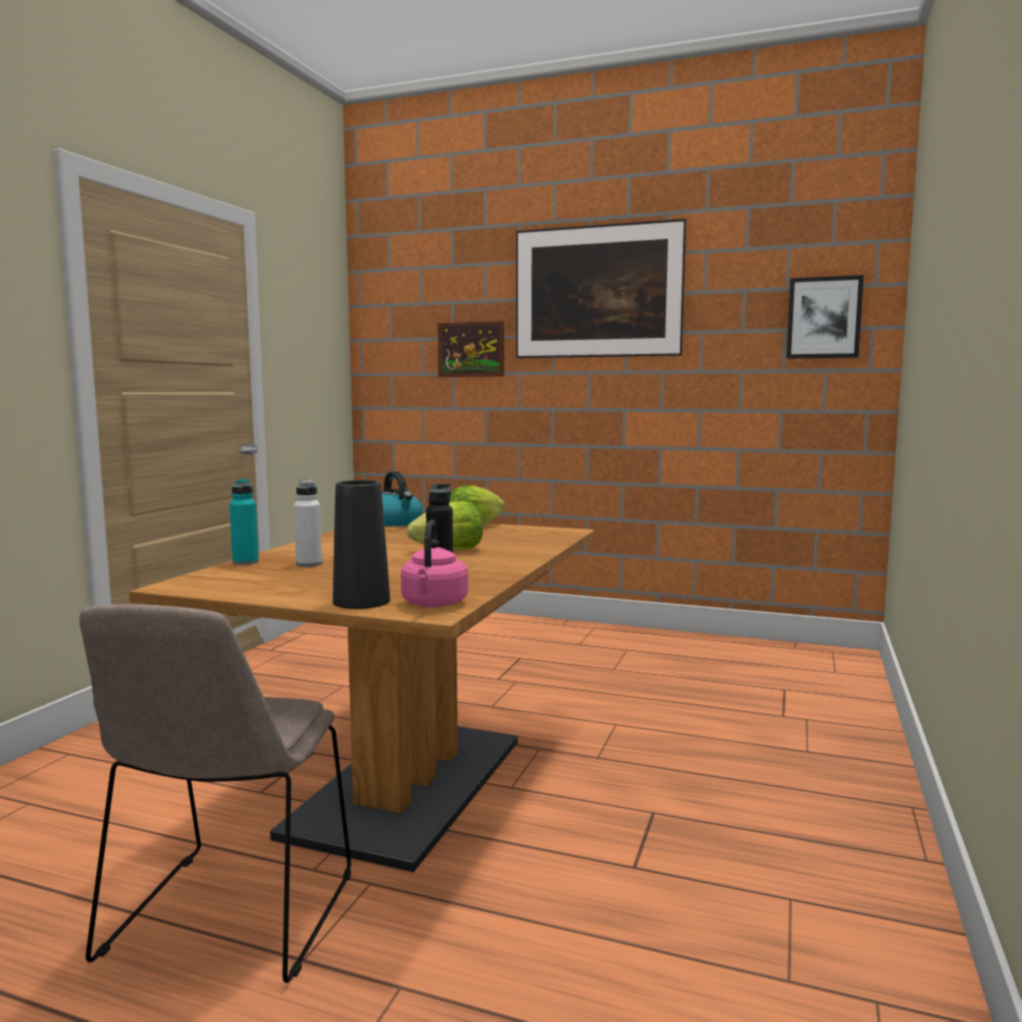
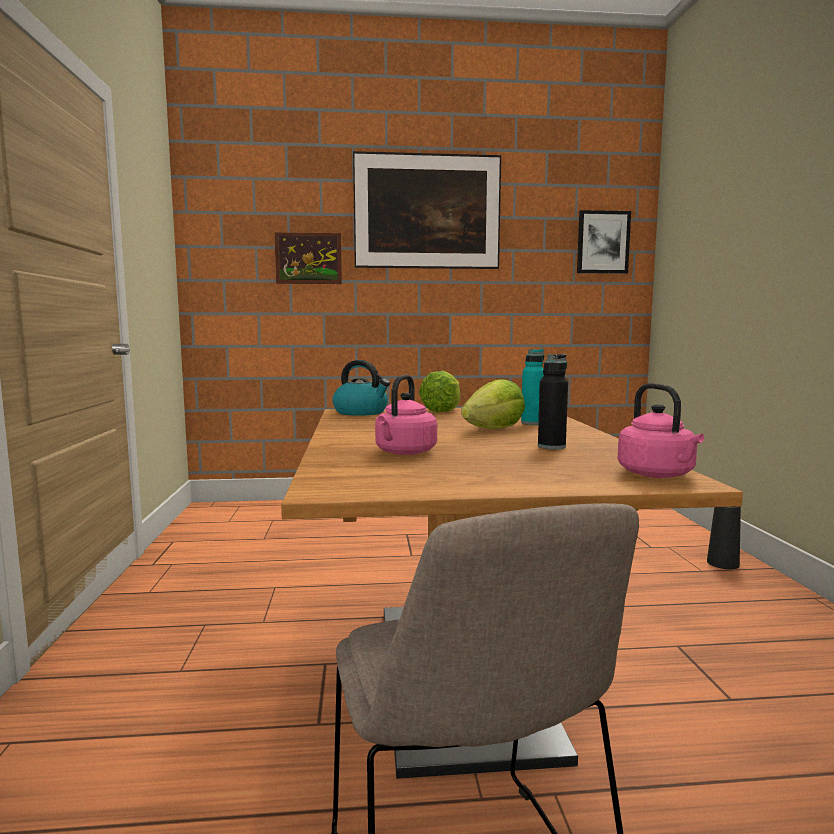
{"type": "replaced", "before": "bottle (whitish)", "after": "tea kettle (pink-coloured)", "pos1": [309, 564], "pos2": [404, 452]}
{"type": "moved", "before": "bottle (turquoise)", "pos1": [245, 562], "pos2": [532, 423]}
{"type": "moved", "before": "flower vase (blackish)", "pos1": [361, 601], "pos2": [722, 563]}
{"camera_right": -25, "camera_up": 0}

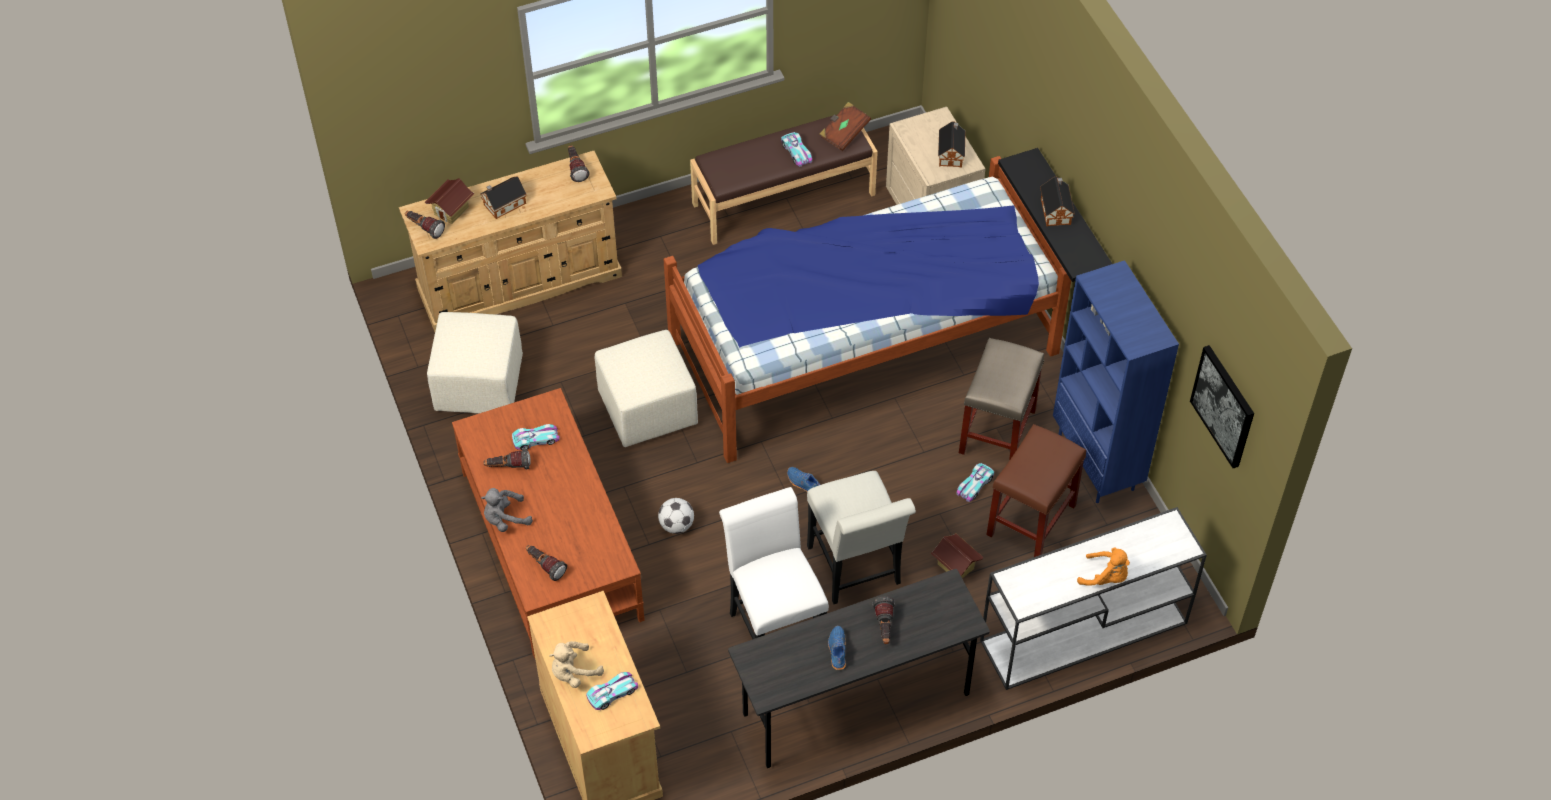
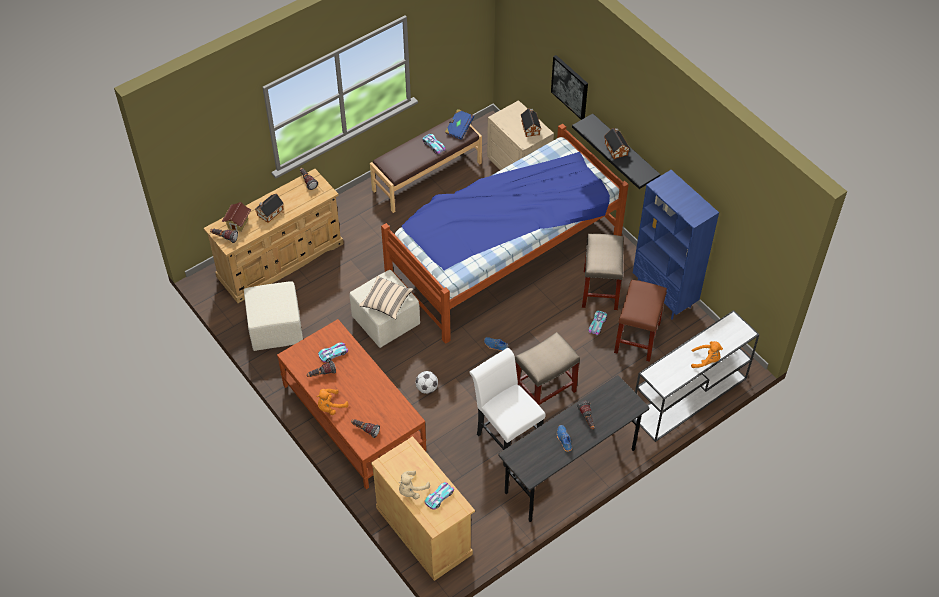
{"type": "recoloured", "before": "plush toy (greyish)", "after": "plush toy (orangey)", "pos1": [505, 519], "pos2": [330, 407]}
{"type": "added", "after": "throw pillow (sand-coloured)", "pos2": [386, 302]}
{"type": "recoloured", "before": "bound book (brown-coloured)", "after": "bound book (blue-coloured)", "pos1": [844, 133], "pos2": [459, 128]}
{"type": "replaced", "before": "upright chair (whitish)", "after": "stool (sand-coloured)", "pos1": [856, 571], "pos2": [544, 391]}
{"type": "moved", "before": "wall art", "pos1": [1224, 406], "pos2": [570, 87]}
{"type": "removed", "before": "miniature house", "pos1": [955, 566]}
{"camera_right": -15, "camera_up": 0}

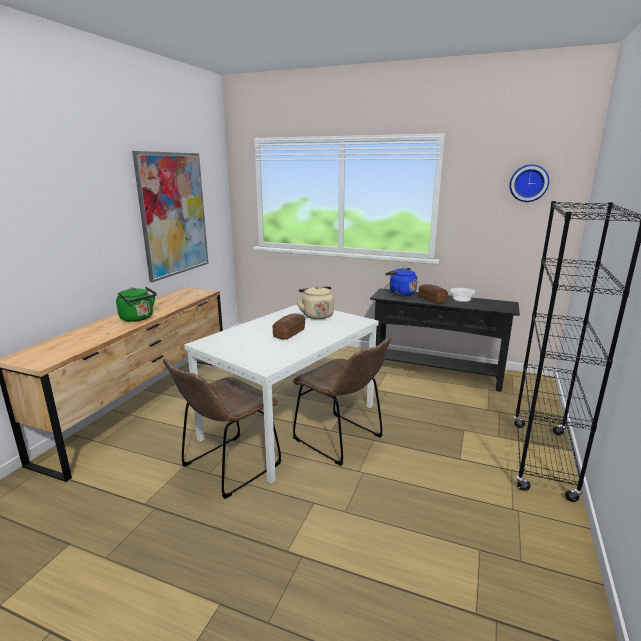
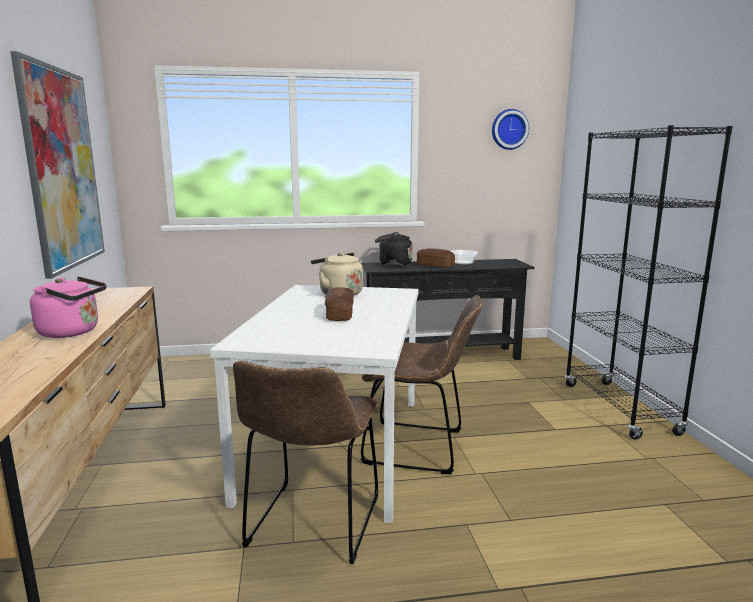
{"type": "recoloured", "before": "tea kettle (greenish)", "after": "tea kettle (pink-coloured)", "pos1": [138, 318], "pos2": [73, 332]}
{"type": "recoloured", "before": "tea kettle (blue-coloured)", "after": "tea kettle (blackish)", "pos1": [400, 293], "pos2": [392, 264]}
{"camera_right": -30, "camera_up": -5}

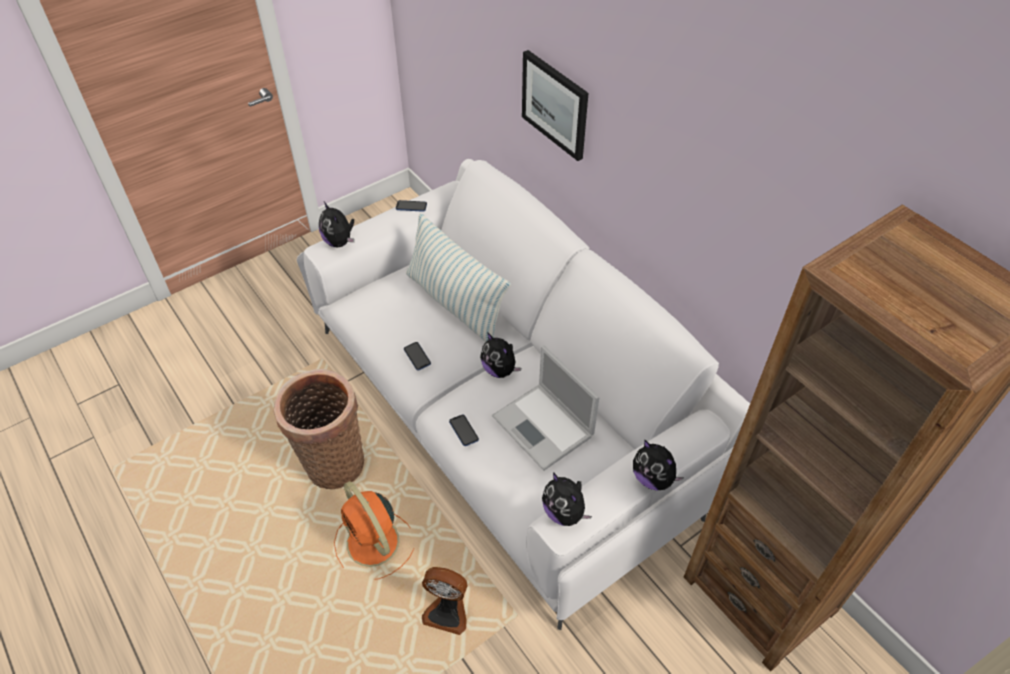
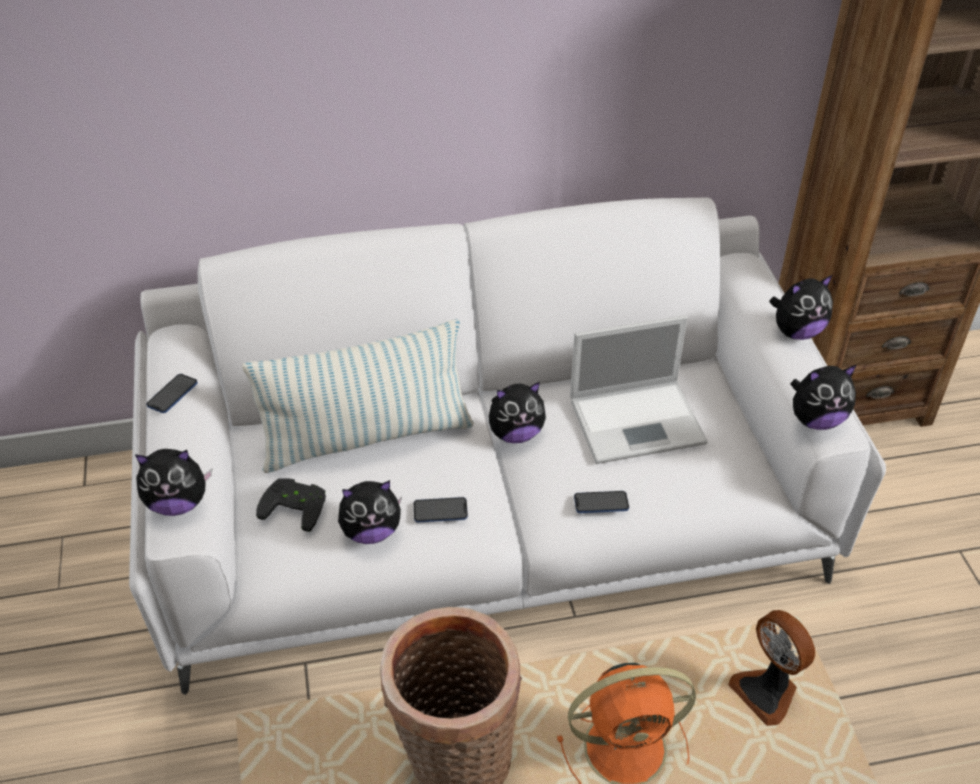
{"type": "added", "after": "gamepad (blackish)", "pos2": [296, 504]}
{"type": "added", "after": "plush toy", "pos2": [371, 531]}
{"type": "turned", "before": "fan", "pos1": [447, 611], "pos2": [767, 691], "turn": 105}
{"type": "removed", "before": "wall art", "pos1": [555, 104]}
{"camera_right": -65, "camera_up": -5}

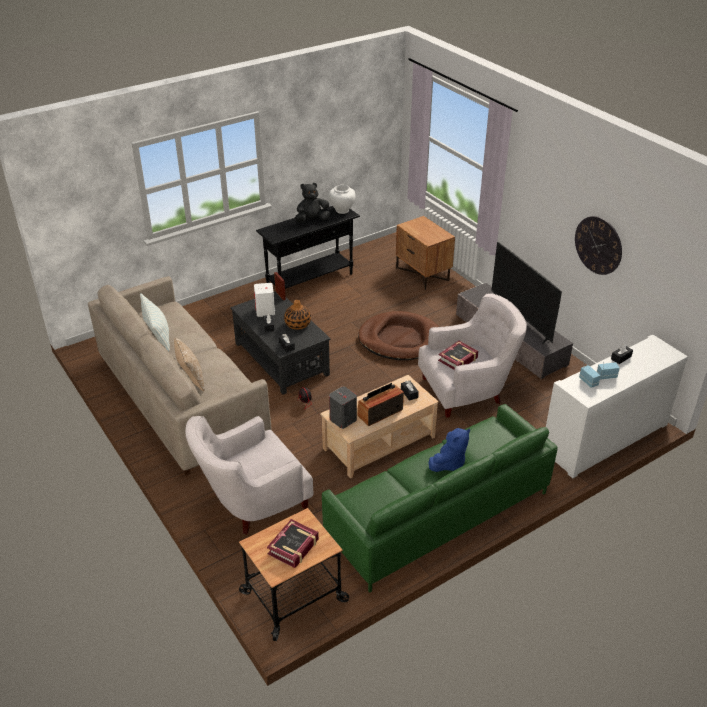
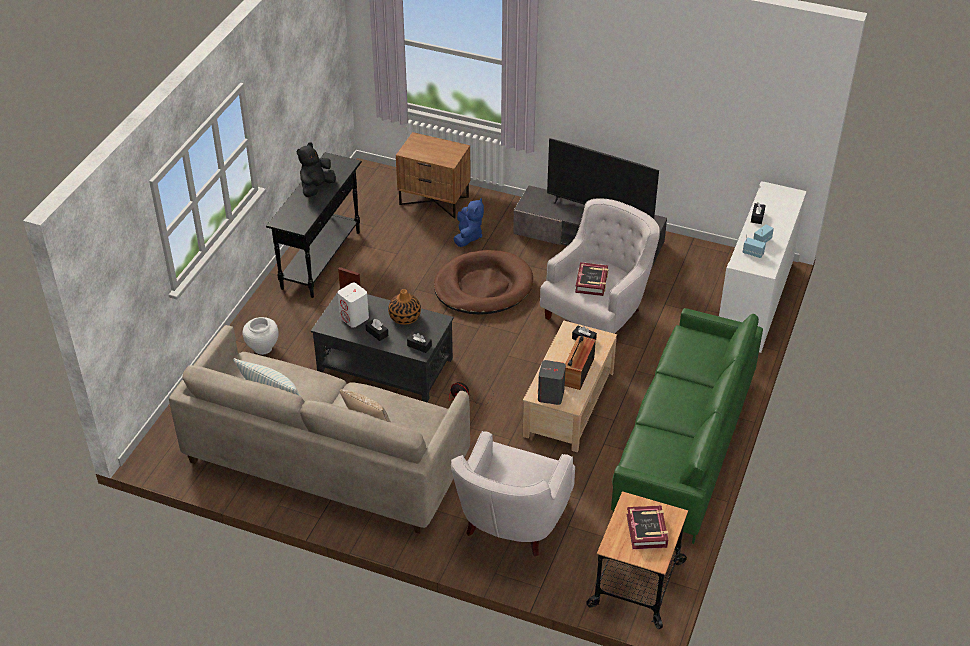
{"type": "moved", "before": "flower vase (whitish)", "pos1": [342, 210], "pos2": [263, 348]}
{"type": "moved", "before": "plush toy (blue-coloured)", "pos1": [449, 463], "pos2": [468, 236]}
{"type": "removed", "before": "hanging clock", "pos1": [598, 245]}
{"camera_right": -35, "camera_up": 5}

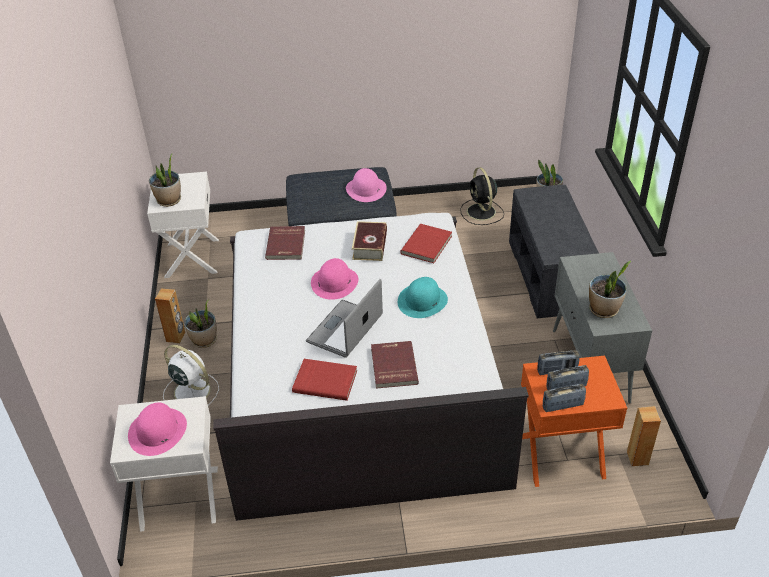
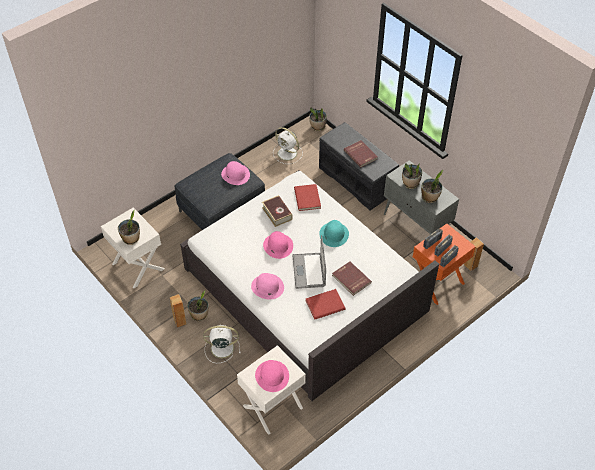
{"type": "added", "after": "wearable hat (pink-coloured)", "pos2": [267, 287]}
{"type": "recoloured", "before": "fan (blackish)", "after": "fan (whitish)", "pos1": [481, 212], "pos2": [288, 154]}
{"type": "moved", "before": "bound book (reddish)", "pos1": [287, 244], "pos2": [361, 154]}
{"type": "added", "after": "plant in a pot", "pos2": [410, 183]}
{"camera_right": -35, "camera_up": 10}

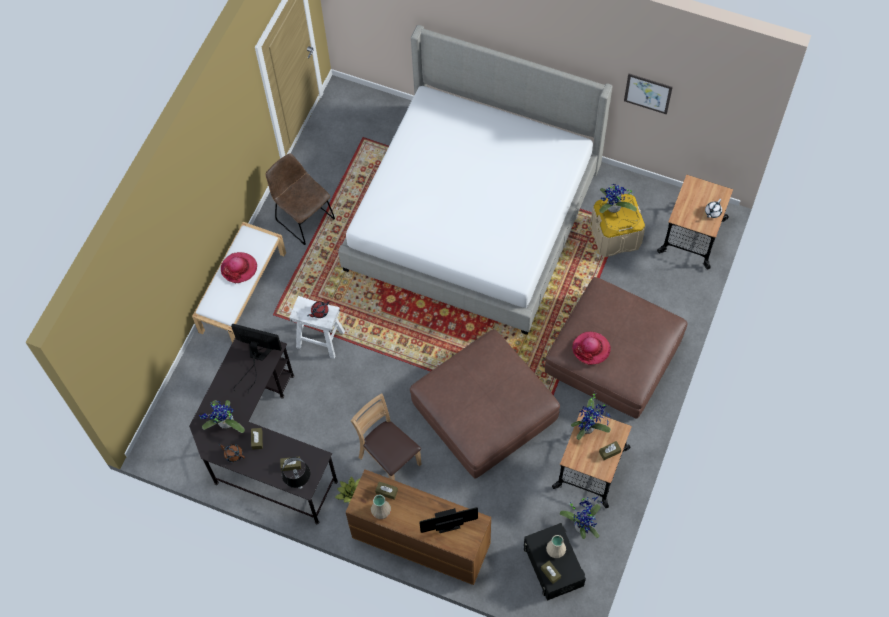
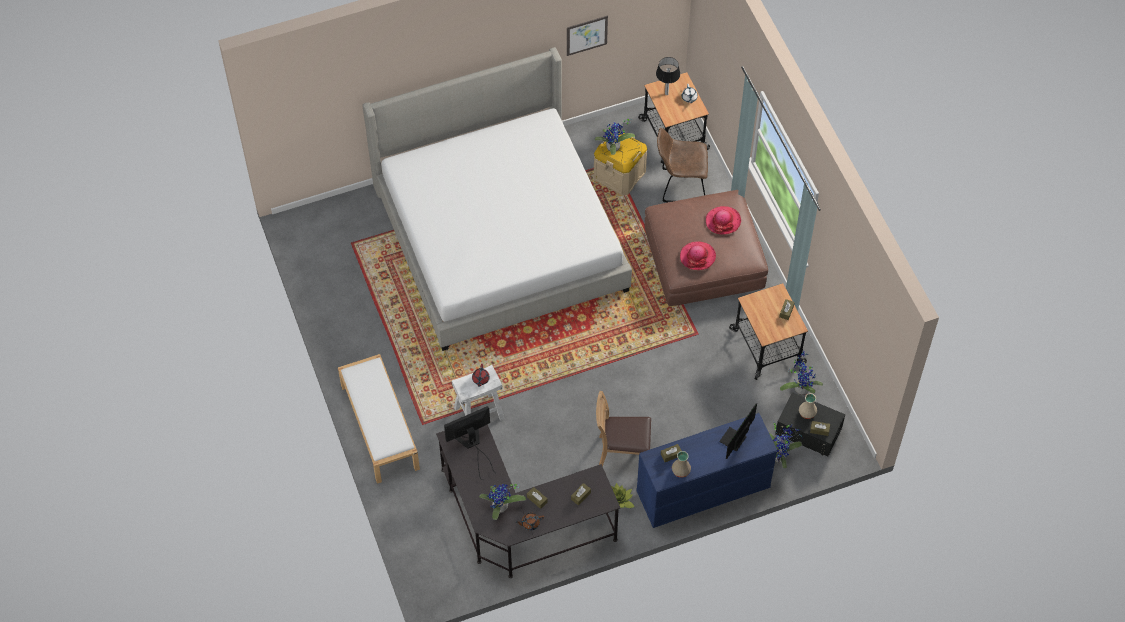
{"type": "recoloured", "before": "dresser (brown-coloured)", "after": "dresser (blue-coloured)", "pos1": [420, 541], "pos2": [702, 490]}
{"type": "moved", "before": "lamp for a table", "pos1": [300, 487], "pos2": [667, 93]}
{"type": "moved", "before": "upright chair (brown-coloured)", "pos1": [303, 217], "pos2": [680, 185]}
{"type": "moved", "before": "wearable hat", "pos1": [239, 268], "pos2": [723, 221]}
{"type": "moved", "before": "plant in a pot", "pos1": [589, 427], "pos2": [779, 455]}
{"type": "removed", "before": "ottoman (brown-coloured)", "pos1": [484, 410]}
{"camera_right": -45, "camera_up": -5}

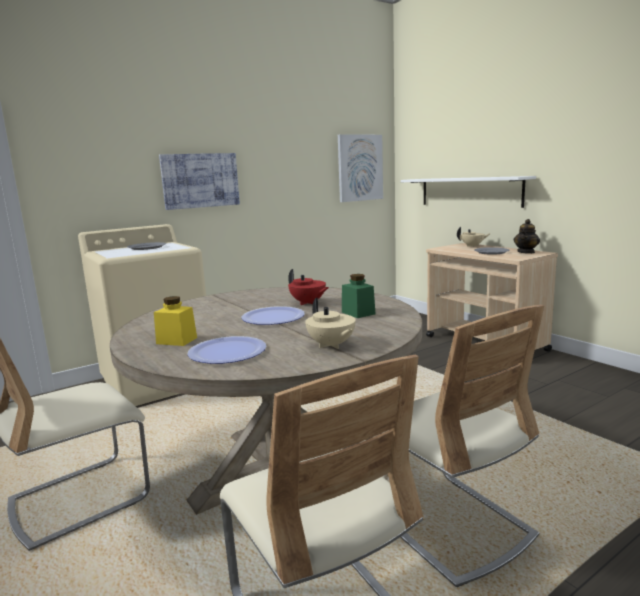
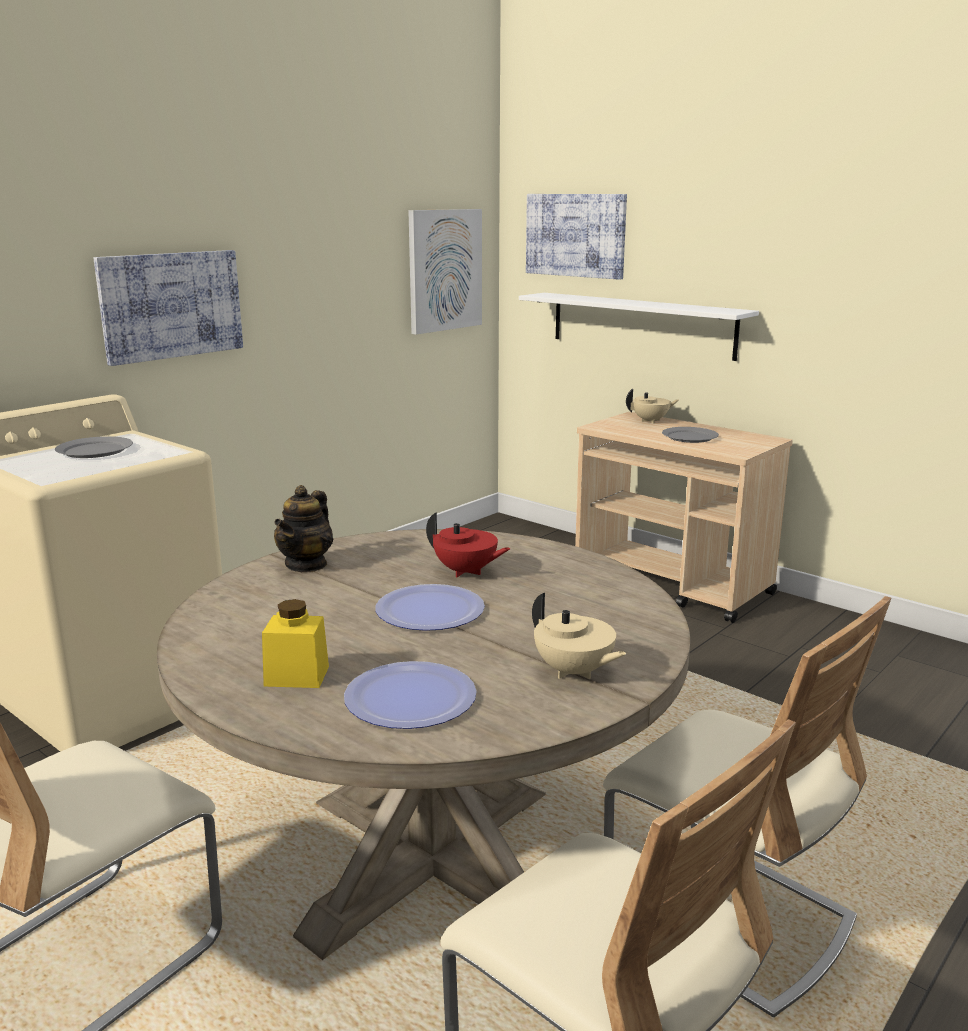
{"type": "moved", "before": "pot for tea", "pos1": [526, 252], "pos2": [306, 564]}
{"type": "added", "after": "wall art", "pos2": [575, 235]}
{"type": "removed", "before": "jar (greenish)", "pos1": [358, 313]}
{"camera_right": -15, "camera_up": 5}

